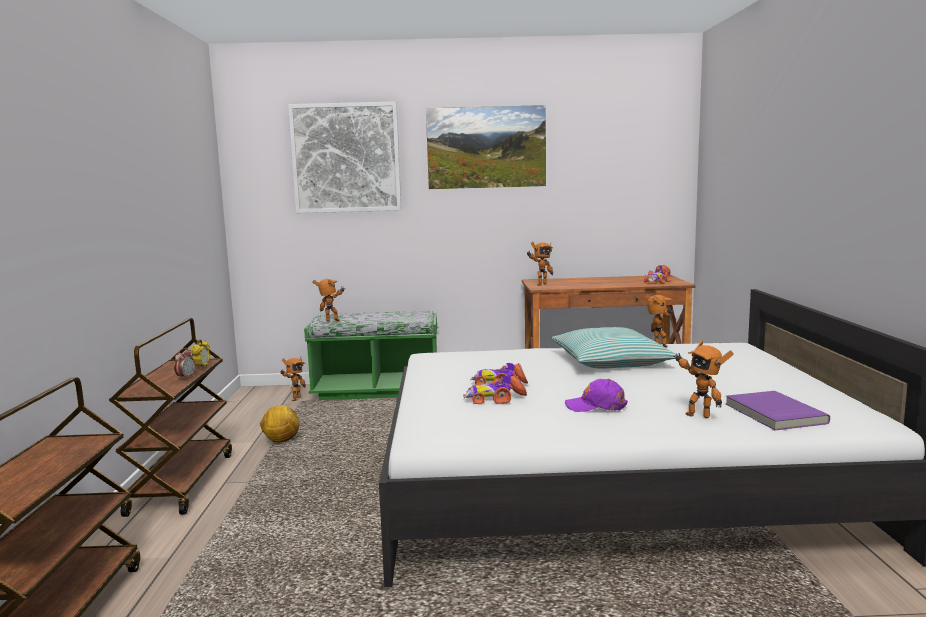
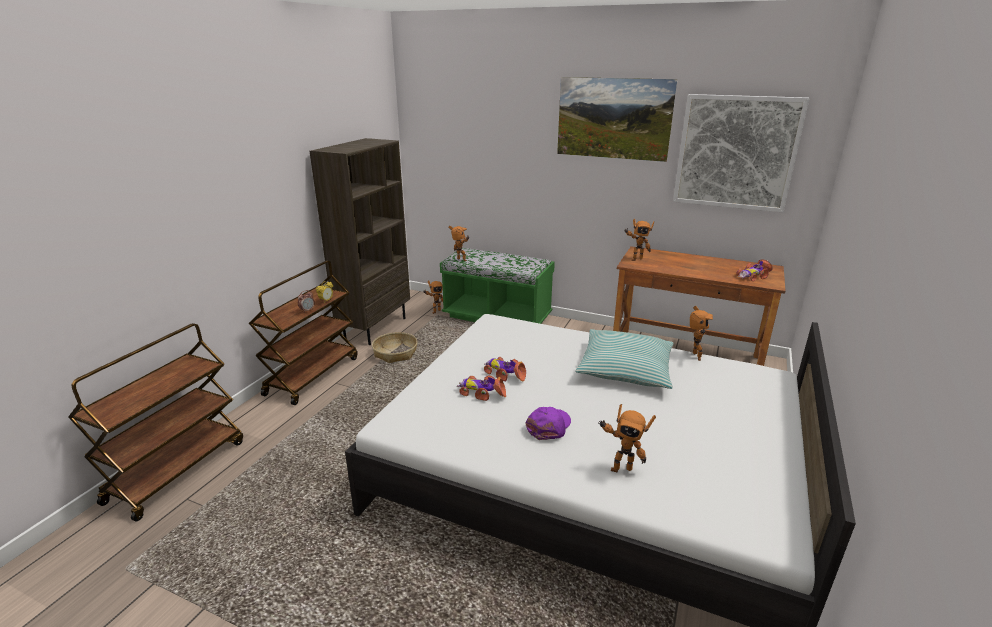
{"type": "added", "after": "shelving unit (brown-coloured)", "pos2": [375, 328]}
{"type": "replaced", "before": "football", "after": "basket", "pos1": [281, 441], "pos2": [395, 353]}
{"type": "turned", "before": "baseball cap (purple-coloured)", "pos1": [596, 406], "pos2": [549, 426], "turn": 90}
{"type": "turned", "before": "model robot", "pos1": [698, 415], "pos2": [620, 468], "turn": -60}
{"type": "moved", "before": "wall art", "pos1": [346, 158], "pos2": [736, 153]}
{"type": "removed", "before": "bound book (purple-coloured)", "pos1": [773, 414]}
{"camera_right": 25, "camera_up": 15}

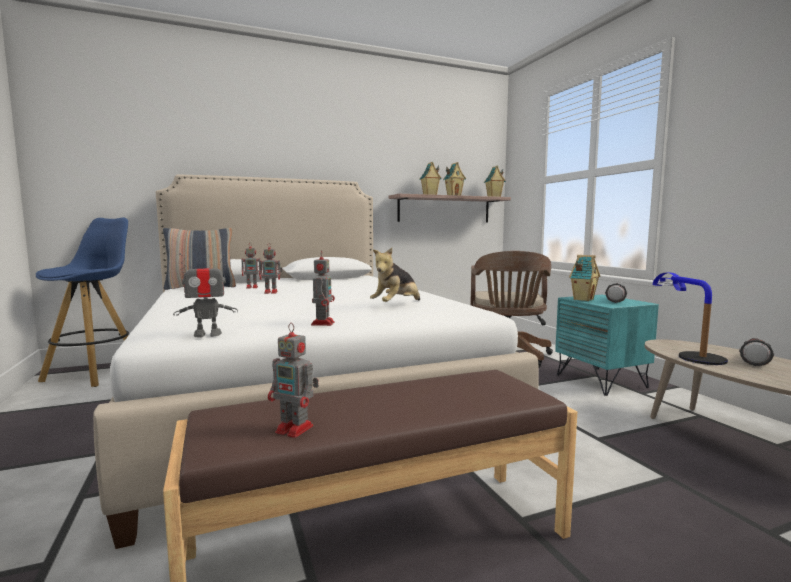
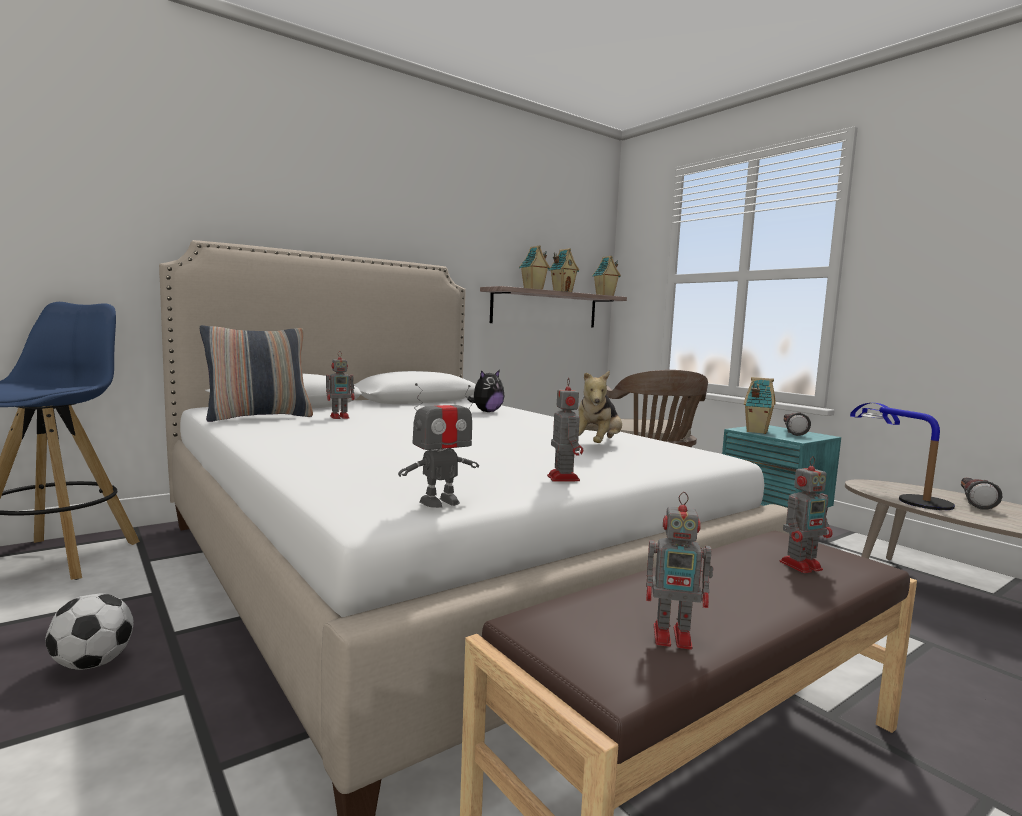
{"type": "added", "after": "football", "pos2": [93, 664]}
{"type": "added", "after": "plush toy", "pos2": [486, 412]}
{"type": "moved", "before": "model robot", "pos1": [271, 292], "pos2": [802, 565]}
{"camera_right": -15, "camera_up": 0}

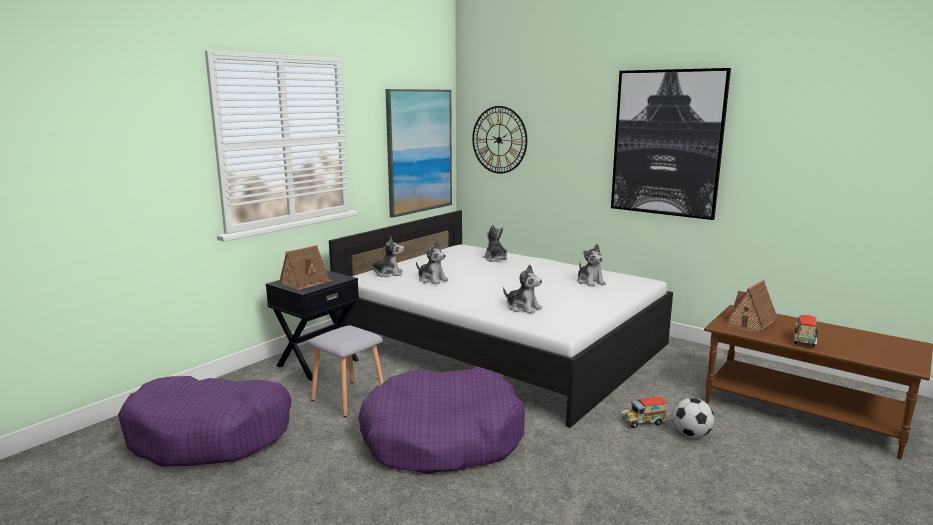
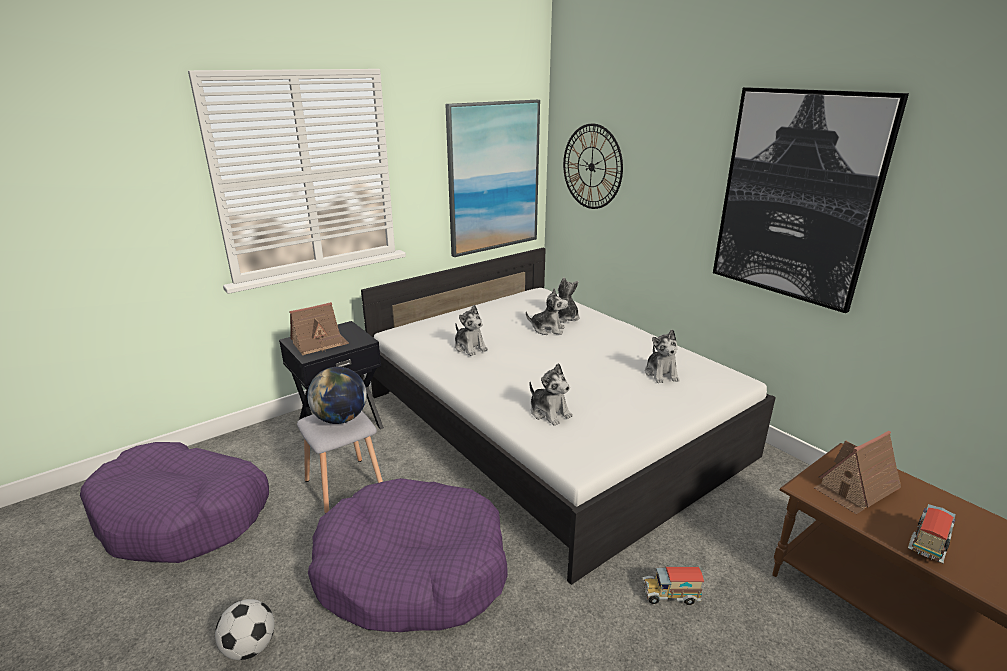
{"type": "moved", "before": "football", "pos1": [691, 434], "pos2": [250, 647]}
{"type": "added", "after": "globe", "pos2": [340, 419]}
{"type": "moved", "before": "plush toy", "pos1": [388, 274], "pos2": [547, 329]}
{"camera_right": 15, "camera_up": 10}

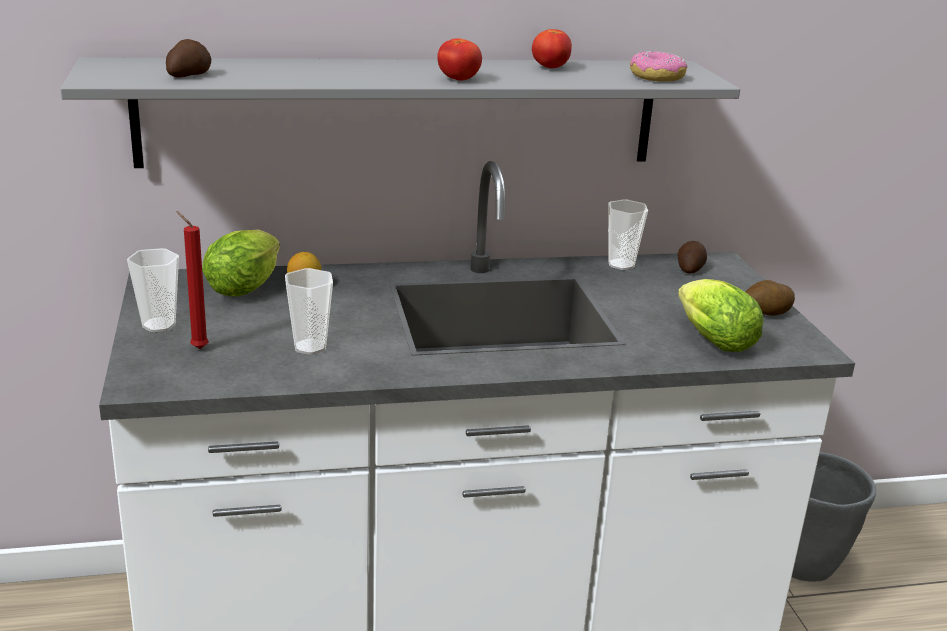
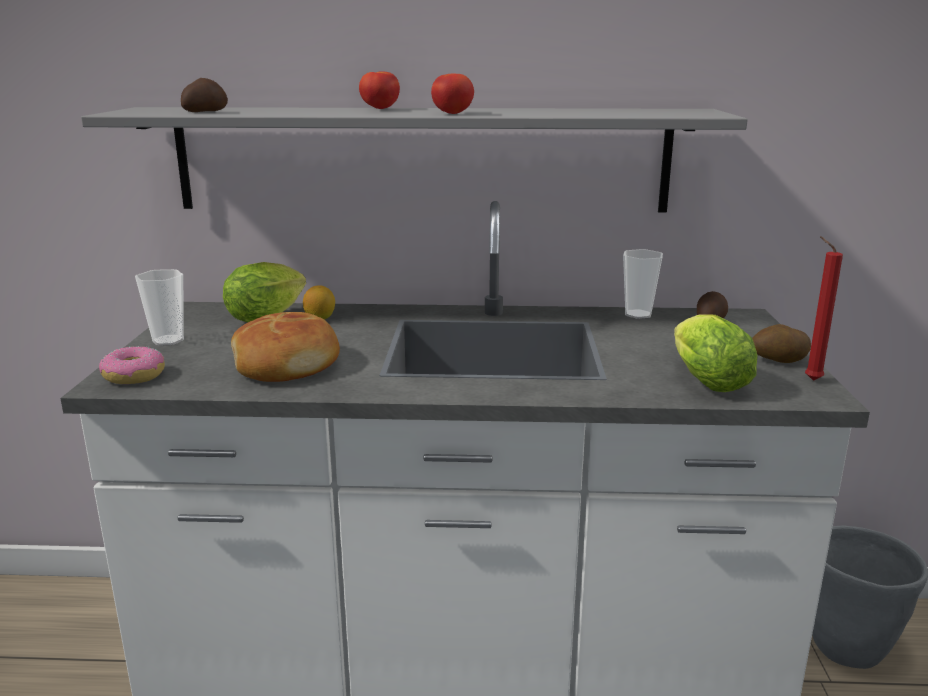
{"type": "moved", "before": "doughnut", "pos1": [656, 77], "pos2": [133, 376]}
{"type": "replaced", "before": "small cup", "after": "bakery bread", "pos1": [310, 347], "pos2": [287, 364]}
{"type": "moved", "before": "fresh tomato", "pos1": [550, 68], "pos2": [380, 109]}
{"type": "moved", "before": "candle (reddish)", "pos1": [197, 348], "pos2": [810, 379]}
{"camera_right": 15, "camera_up": -5}

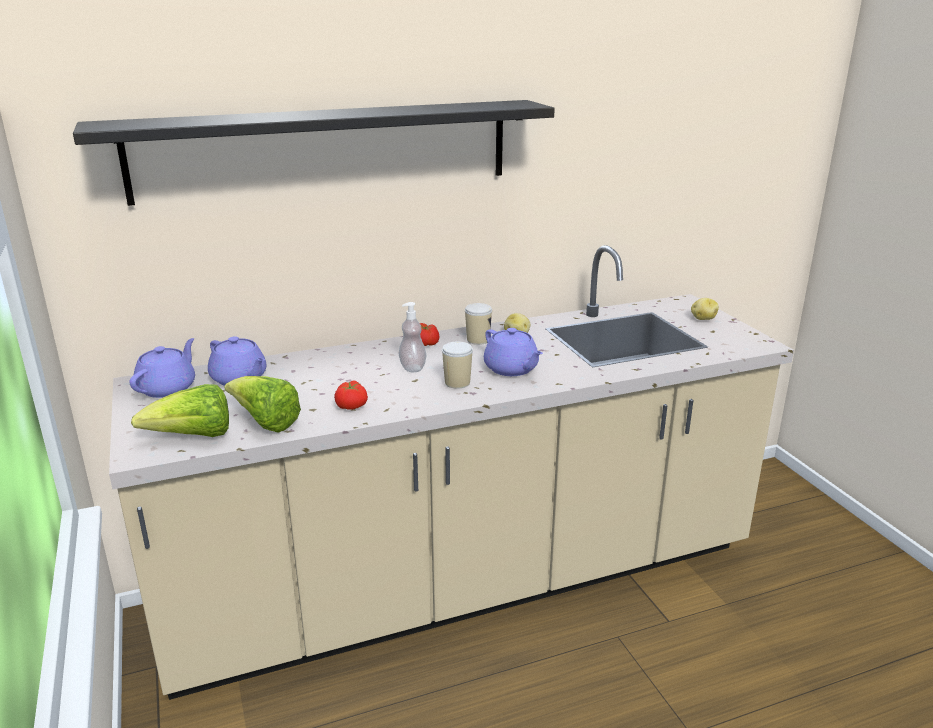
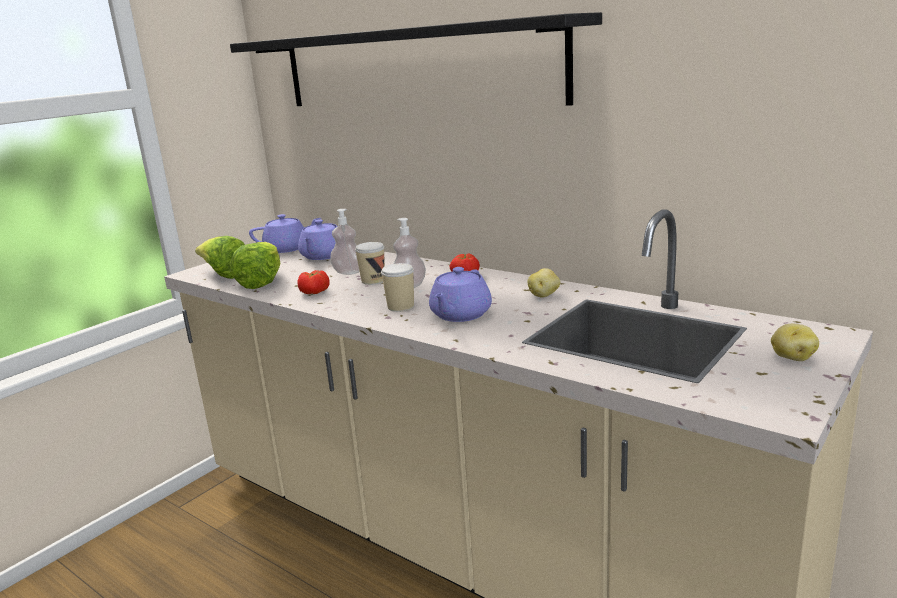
{"type": "added", "after": "soap dispenser", "pos2": [348, 272]}
{"type": "moved", "before": "small cup", "pos1": [478, 340], "pos2": [373, 280]}
{"camera_right": 60, "camera_up": -5}

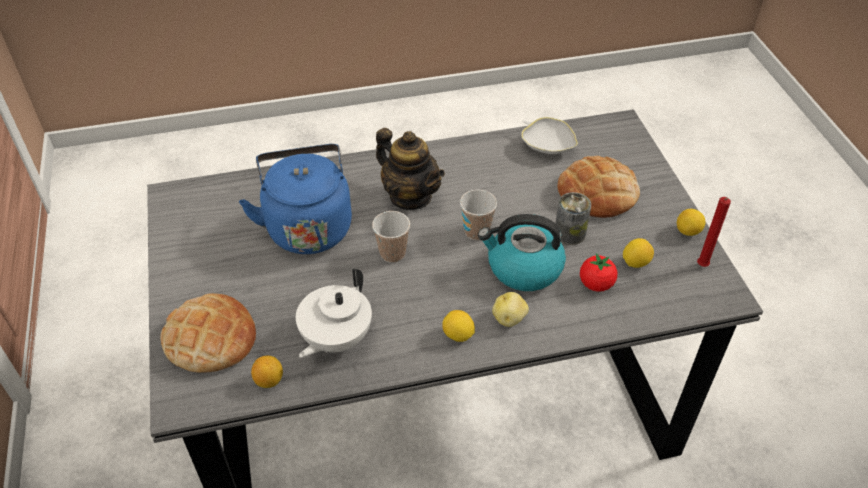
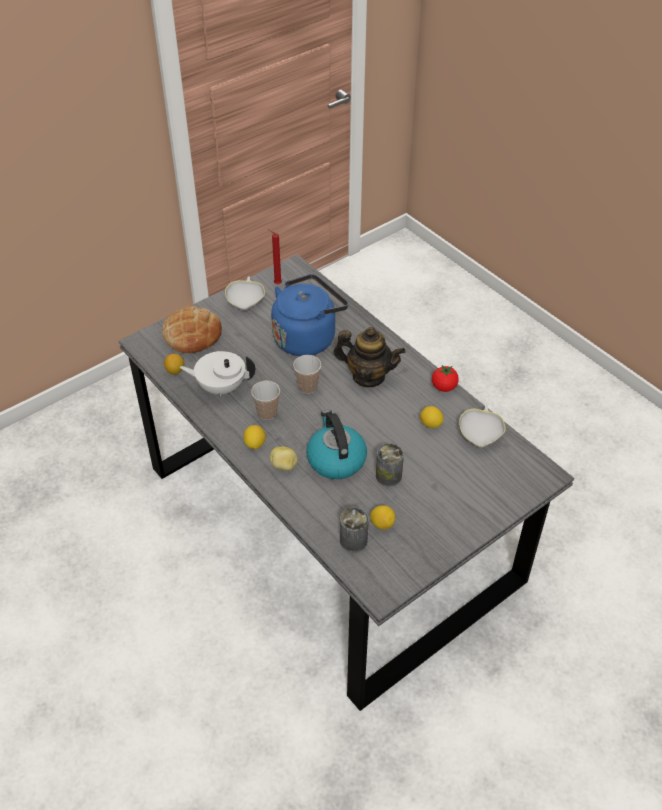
{"type": "added", "after": "serving bowl (whitish)", "pos2": [245, 301]}
{"type": "moved", "before": "small cup", "pos1": [476, 231], "pos2": [267, 413]}
{"type": "moved", "before": "candle (reddish)", "pos1": [701, 267], "pos2": [276, 284]}
{"type": "turned", "before": "pot for tea", "pos1": [410, 196], "pos2": [368, 376], "turn": -90}
{"type": "added", "after": "sealed can", "pos2": [353, 540]}
{"type": "moved", "before": "whole lemon", "pos1": [688, 231], "pos2": [430, 424]}
{"type": "moved", "before": "fresh tomato", "pos1": [596, 284], "pos2": [444, 387]}
{"type": "removed", "before": "bakery bread", "pos1": [597, 193]}
{"camera_right": 65, "camera_up": 0}

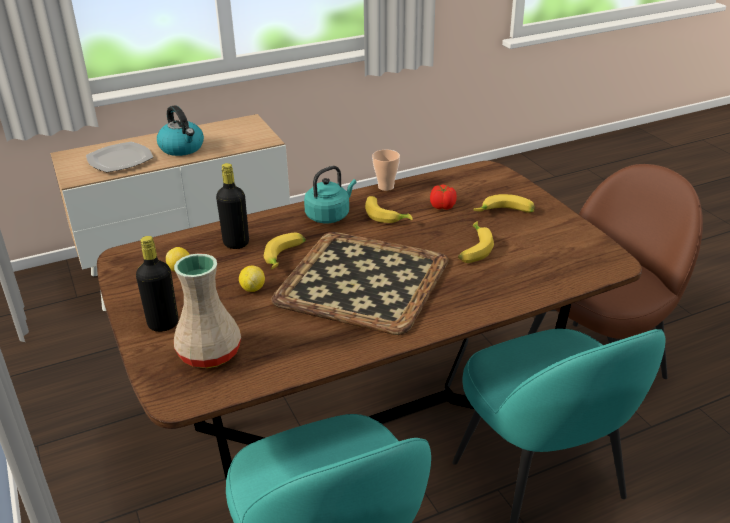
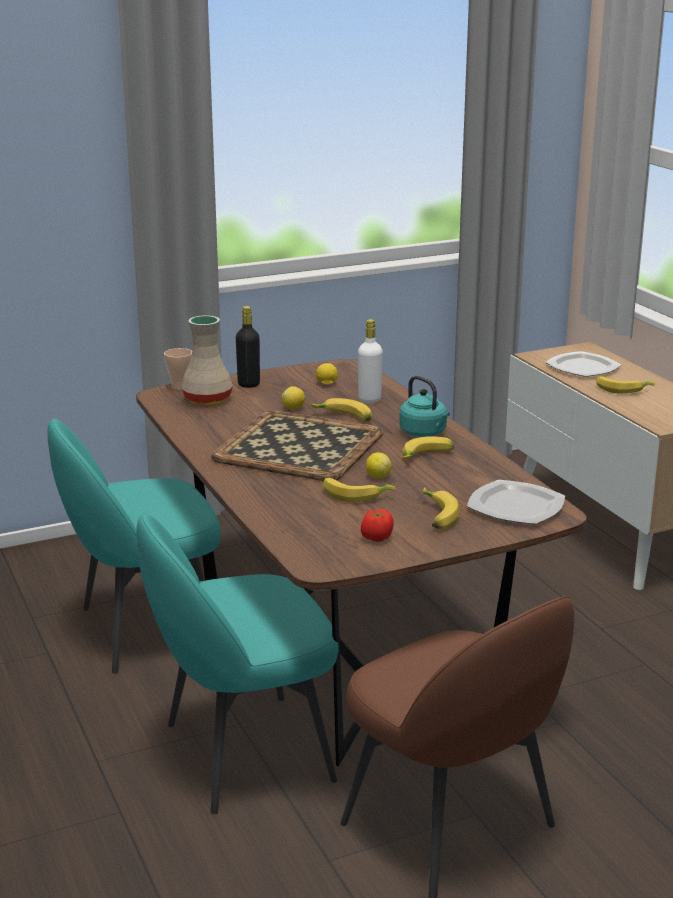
{"type": "moved", "before": "small cup", "pos1": [386, 187], "pos2": [180, 387]}
{"type": "recoloured", "before": "bottle (blackish)", "after": "bottle (whitish)", "pos1": [236, 243], "pos2": [369, 399]}
{"type": "moved", "before": "fresh tomato", "pos1": [443, 207], "pos2": [376, 538]}
{"type": "added", "after": "whole lemon", "pos2": [378, 477]}
{"type": "added", "after": "plate", "pos2": [515, 505]}
{"type": "replaced", "before": "tea kettle", "after": "banana", "pos1": [182, 148], "pos2": [622, 389]}
{"camera_right": 90, "camera_up": -10}

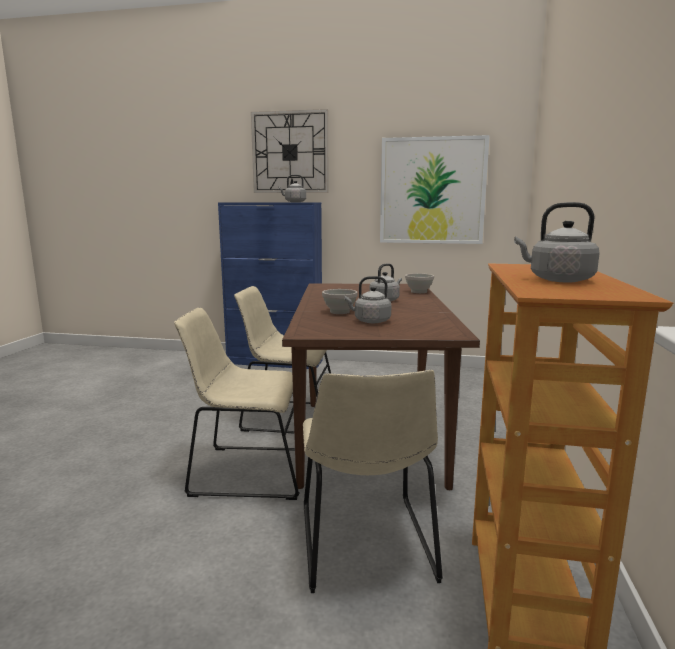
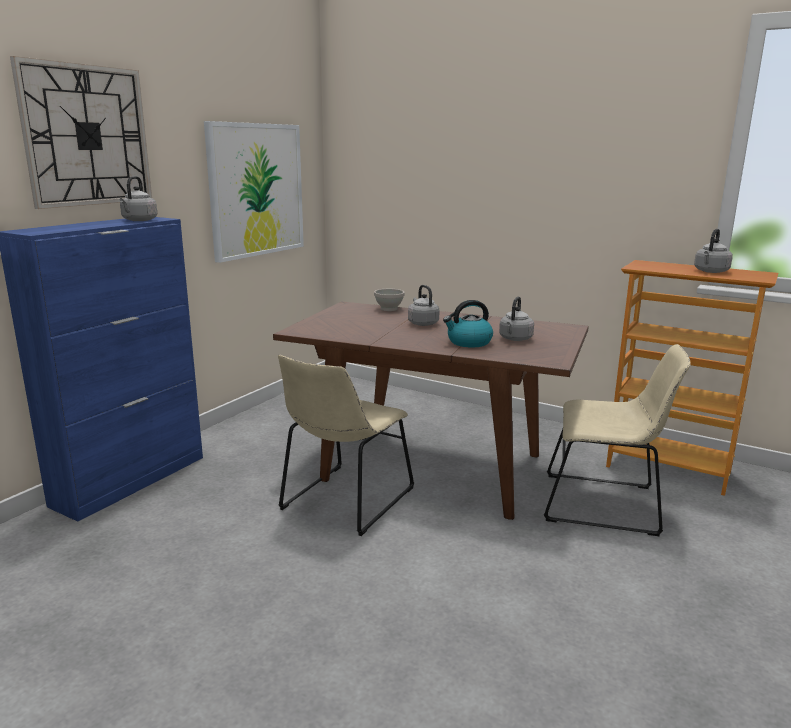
{"type": "replaced", "before": "serving bowl (whitish)", "after": "tea kettle", "pos1": [339, 312], "pos2": [468, 342]}
{"type": "removed", "before": "upright chair (sand-coloured)", "pos1": [246, 471]}
{"camera_right": -70, "camera_up": 5}

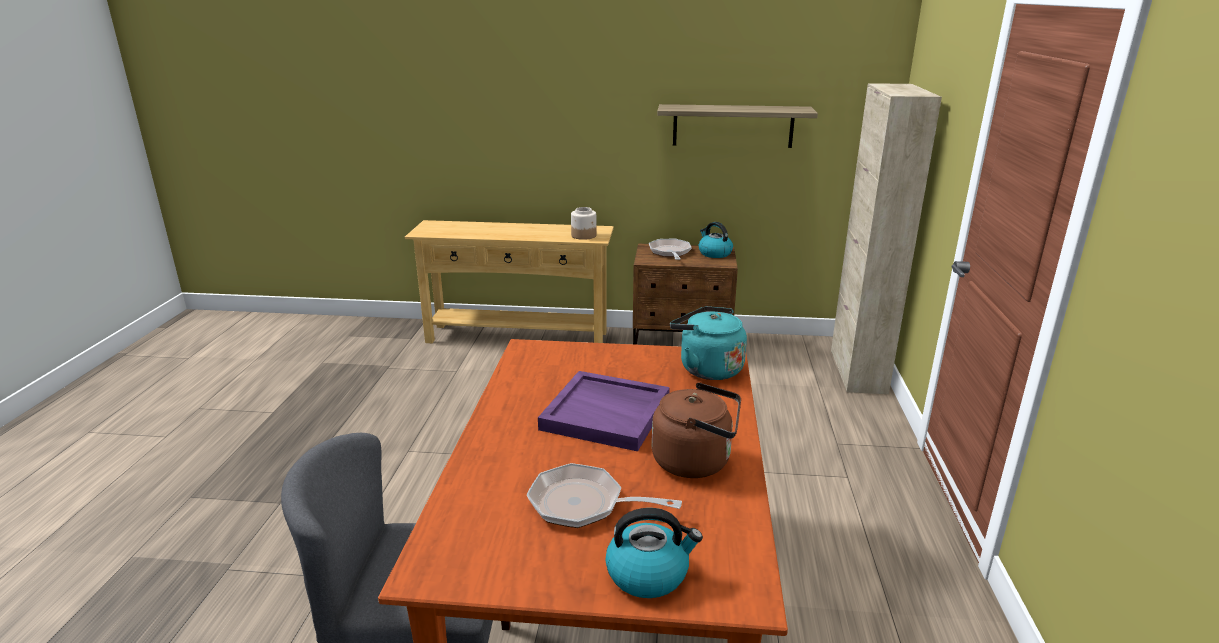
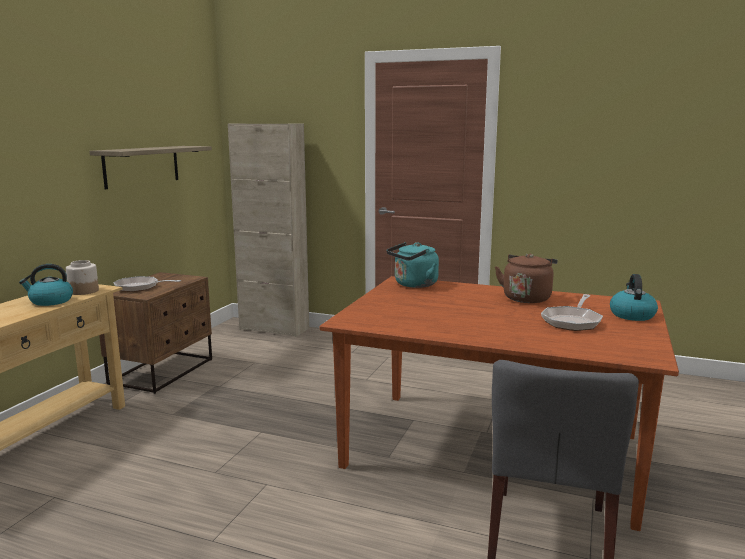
{"type": "moved", "before": "tea kettle", "pos1": [714, 253], "pos2": [50, 301]}
{"type": "removed", "before": "serving tray (purple-coloured)", "pos1": [607, 413]}
{"camera_right": -75, "camera_up": -10}

